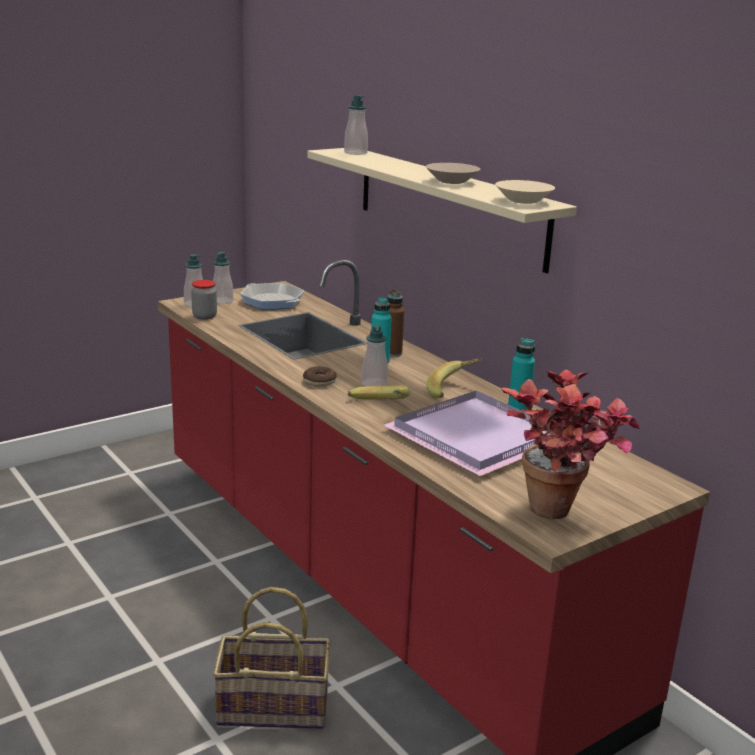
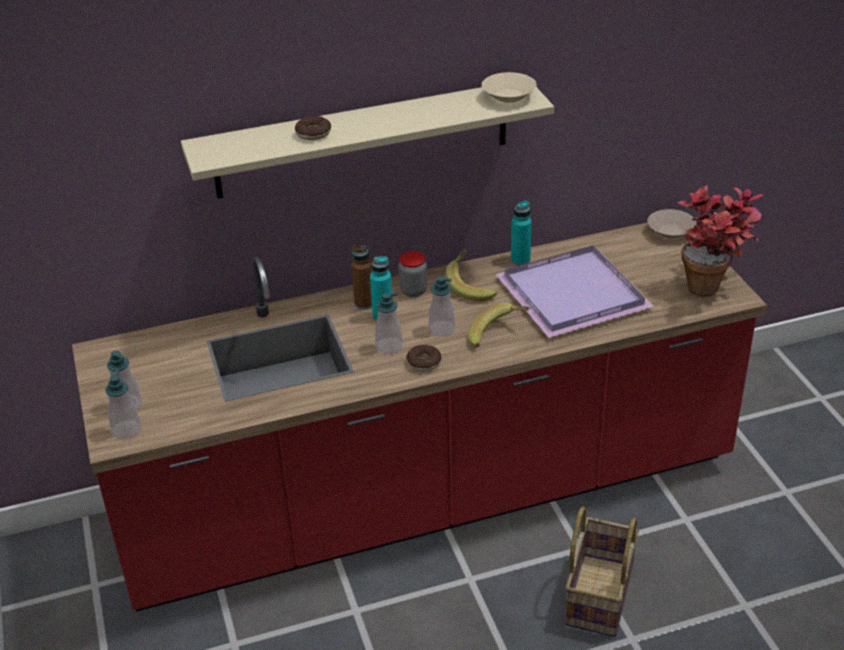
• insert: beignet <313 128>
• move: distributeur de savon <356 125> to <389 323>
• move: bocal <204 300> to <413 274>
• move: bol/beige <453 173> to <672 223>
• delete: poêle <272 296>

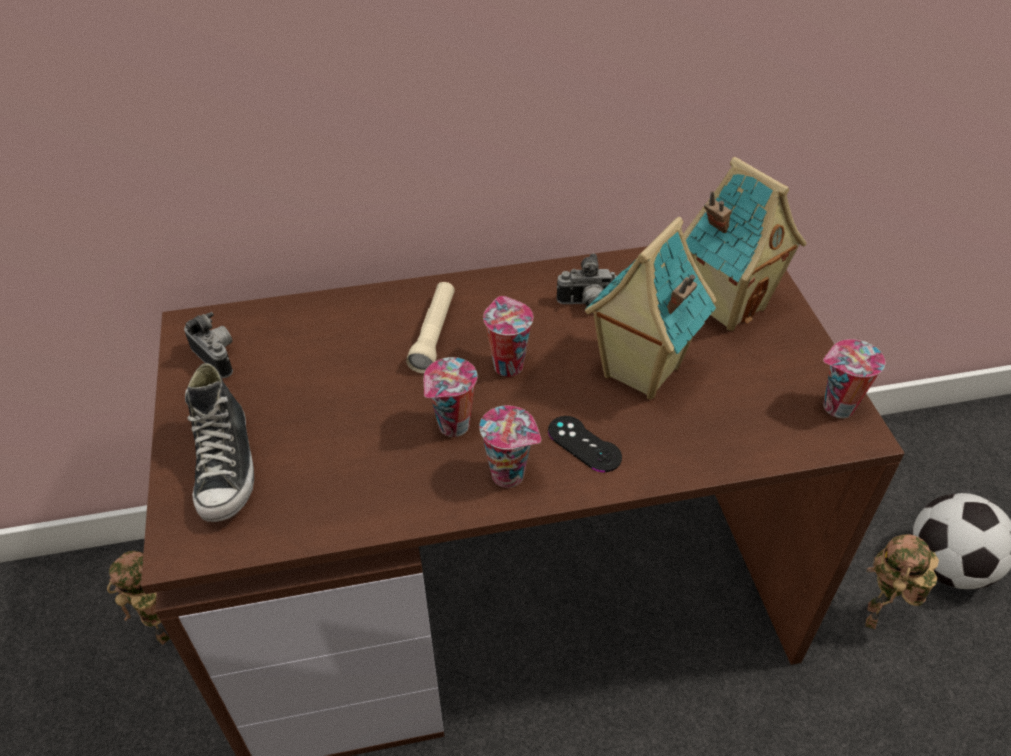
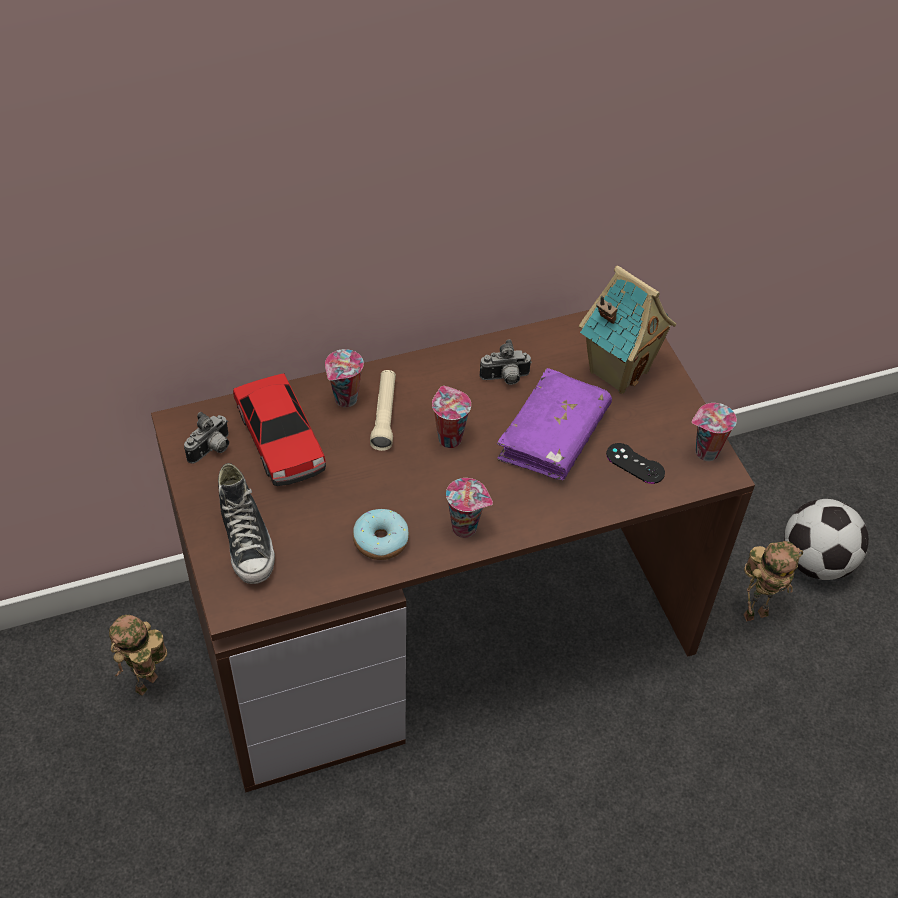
• rotate: appareil photo <208 345> = <206 438> 90 degrees clockwise
• insert: petite voiture <279 429>
• move: tasse <450 397> to <344 378>
• insert: beignet <381 534>
• replace: maison miniature <651 308> to livre/violet <554 424>
• move: manette/noir <585 444> to <635 463>
• rotate: robot jouet <902 581> = <773 581> 120 degrees counterclockwise

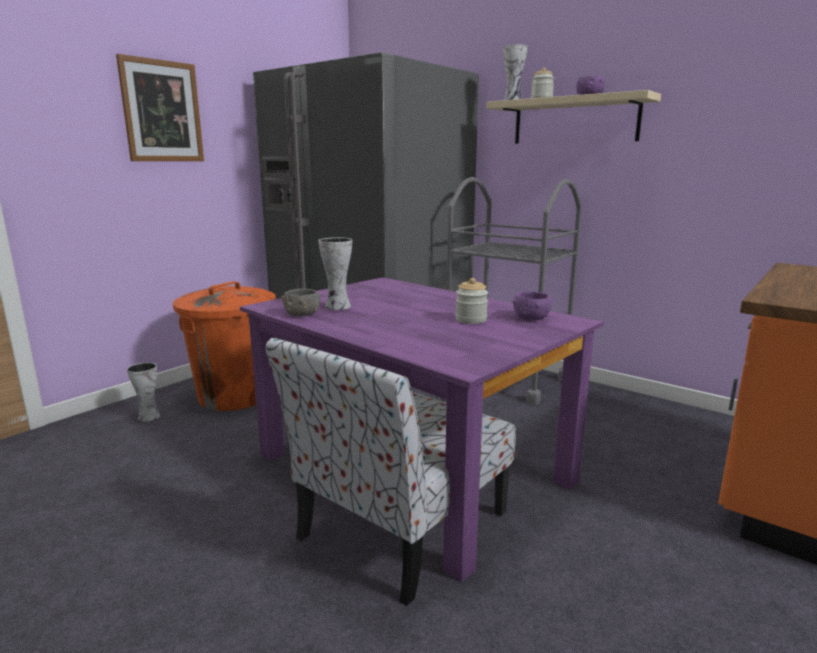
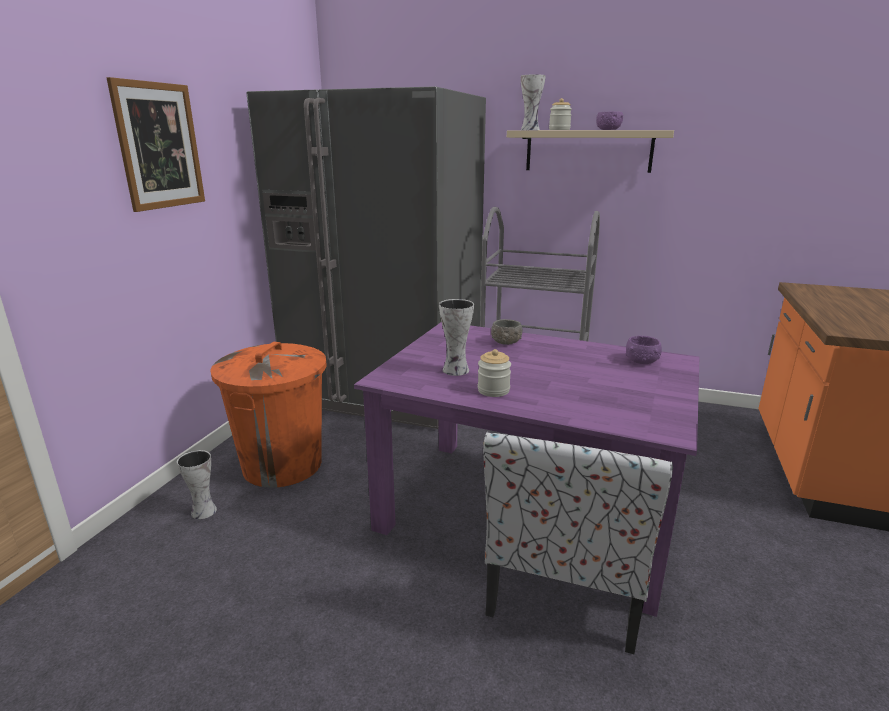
• move: bocal <471 301> to <494 373>
• move: bol/gris <301 302> to <506 332>

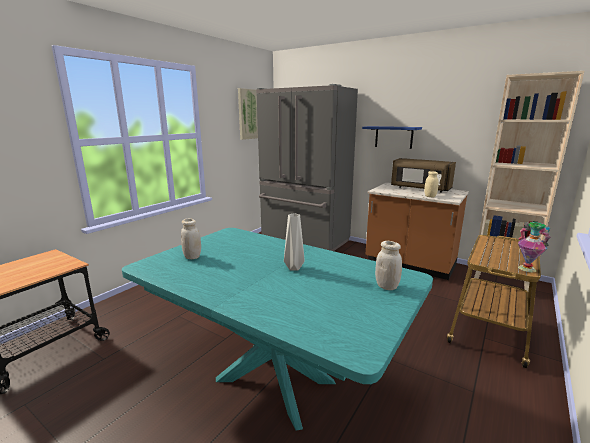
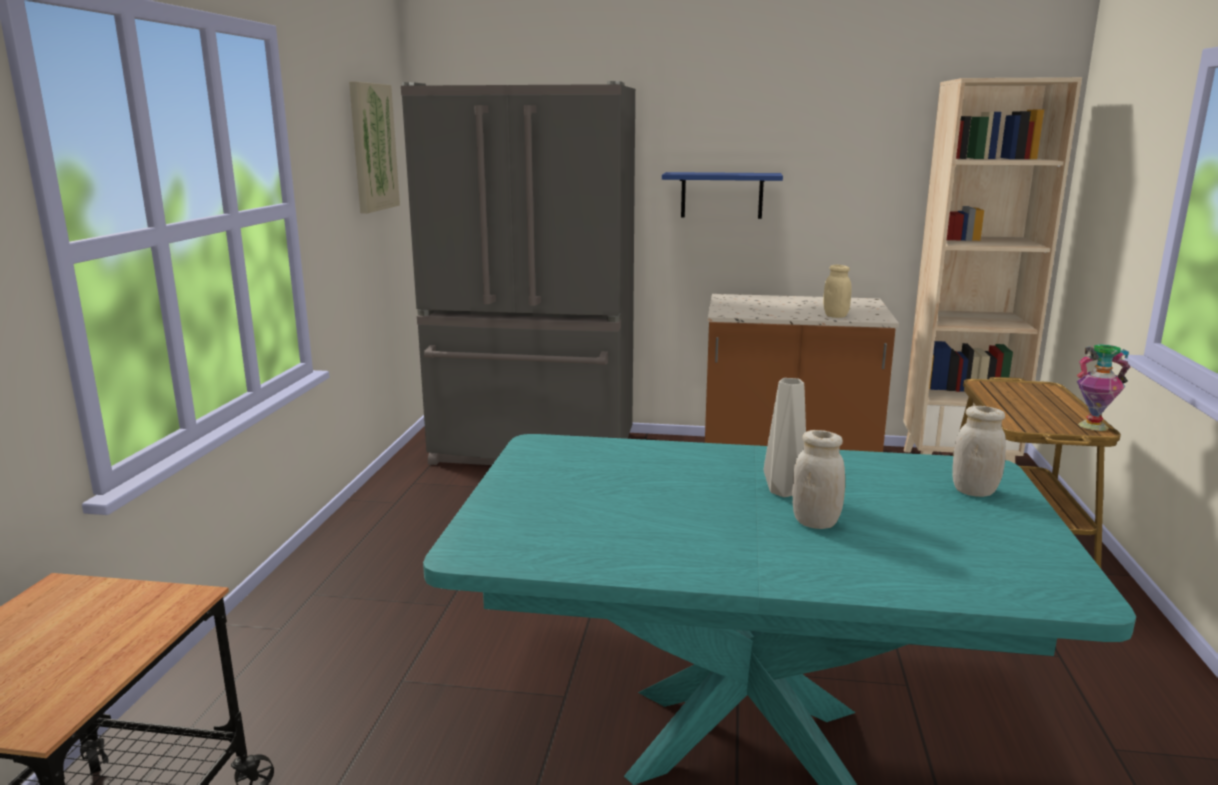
• move: bocal/blanc <191 239> to <818 479>
• delete: micro-ondes/marron <423 175>

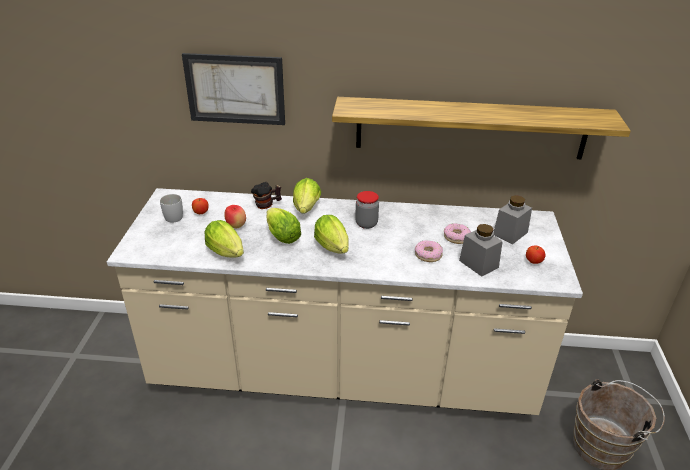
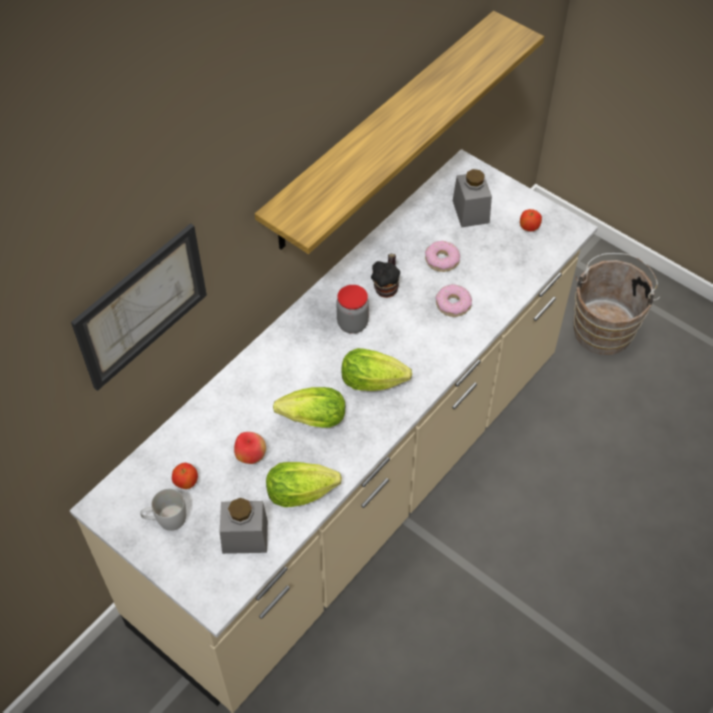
• move: bocal/gris <481 250> to <244 526>
• move: mug <266 195> to <385 276>
• delete: laitue <307 195>

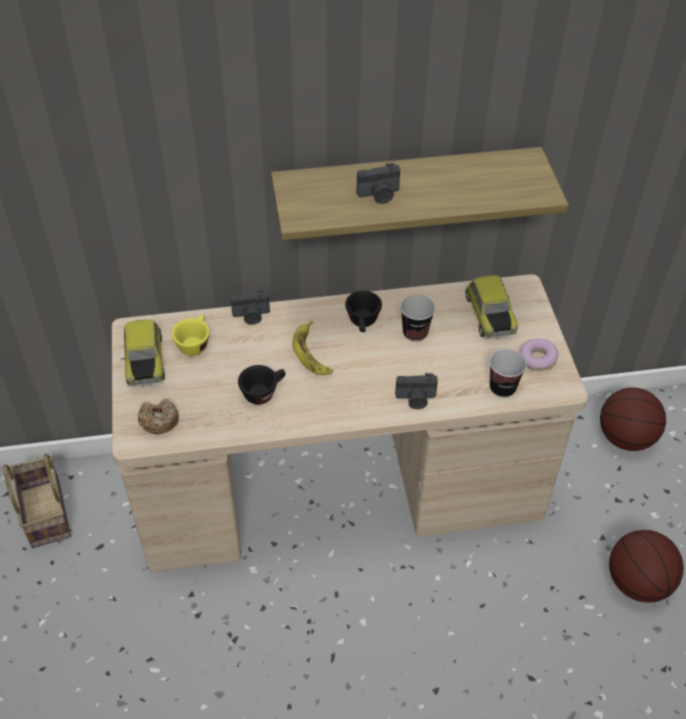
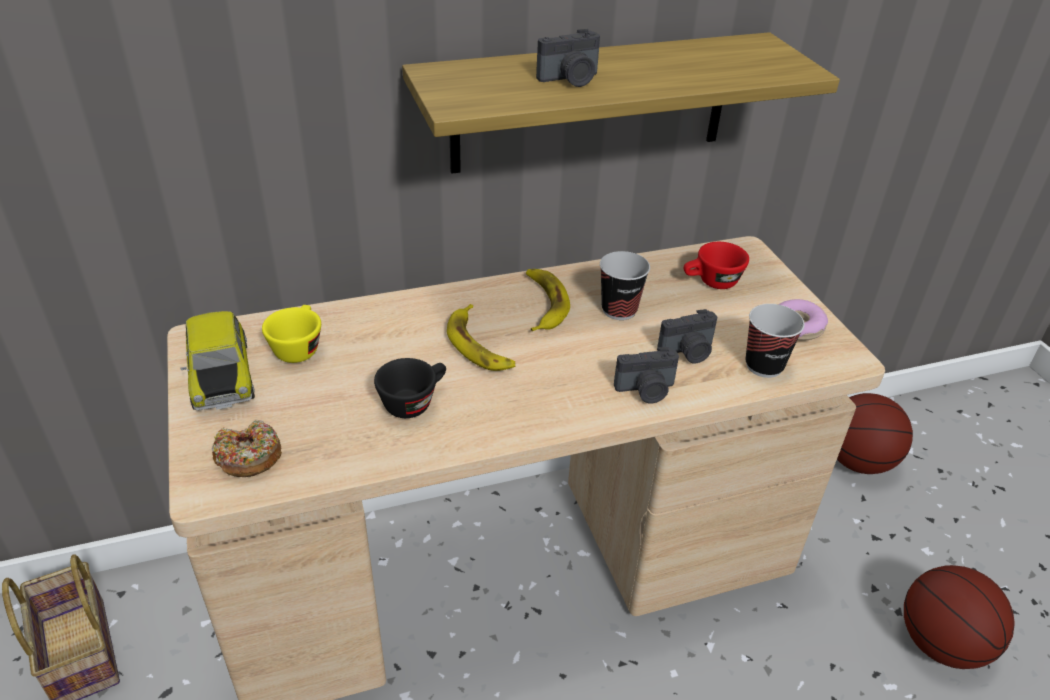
• replace: tasse/noir <363 311> to banane <548 300>
• move: appareil photo <250 307> to <687 336>
• replace: petite voiture <491 307> to tasse/rouge <716 265>

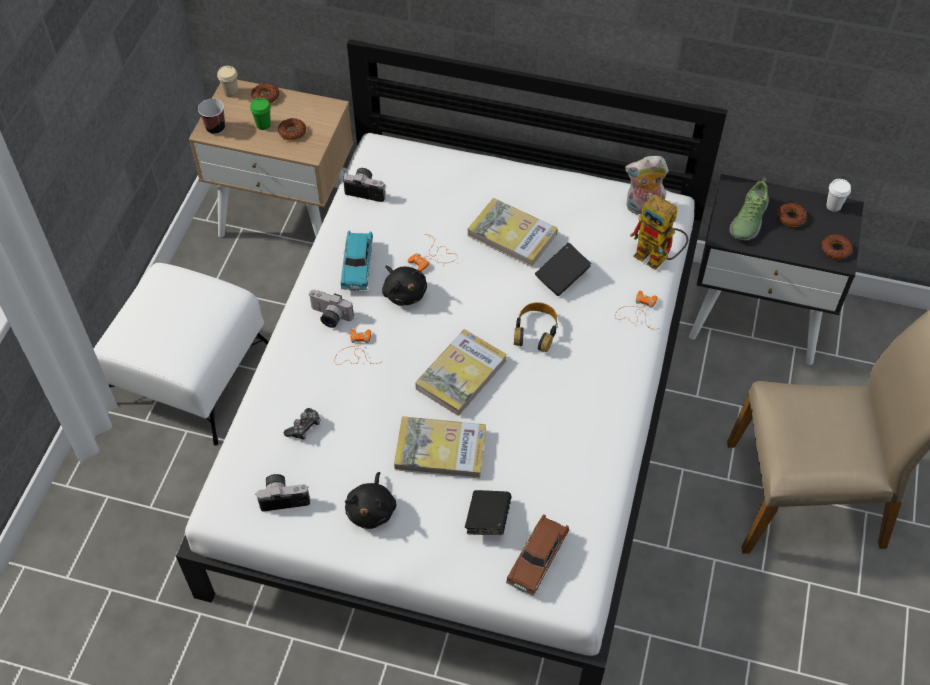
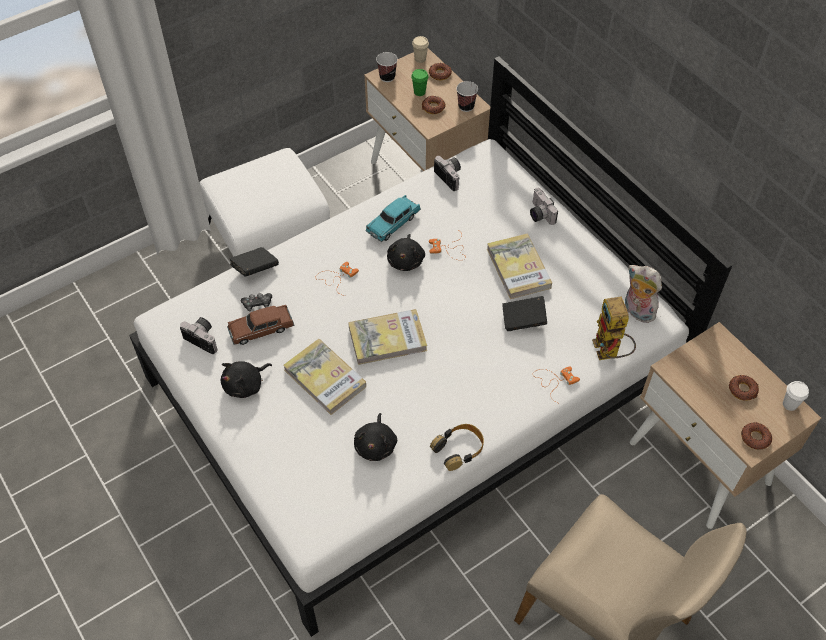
• move: petite voiture/marron <537 555> to <260 325>
• move: livre/noir <488 512> to <254 262>
• insert: peluche/noir <375 437>
• move: casque audio <536 327> to <457 447>
• insert: tasse <467 96>
• move: appareil photo <331 309> to <544 206>
• recolor: table de chevet/noir <776 269> to table de chevet/beige <725 425>
• delete: chaussure <749 209>

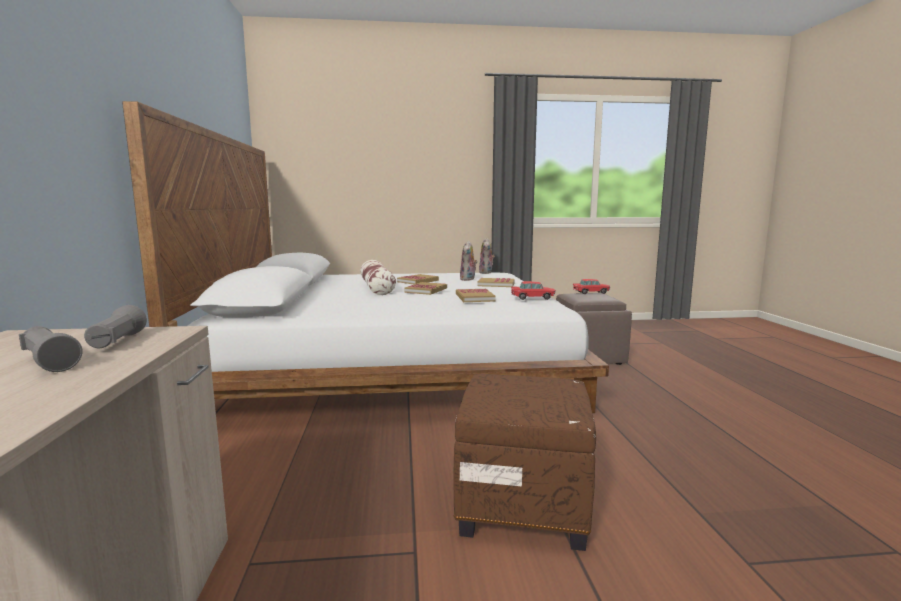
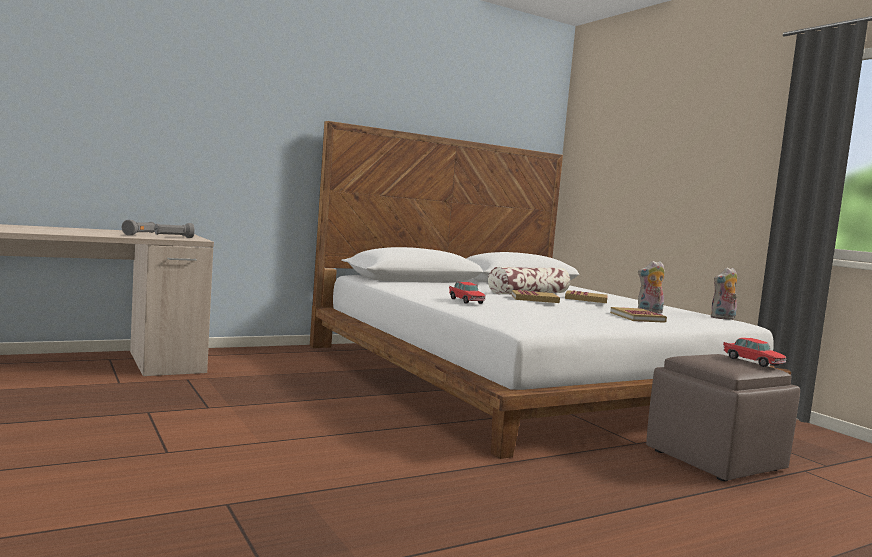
• move: petite voiture <533 290> to <467 293>
• delete: pouf/marron <524 462>
• delete: livre <476 295>

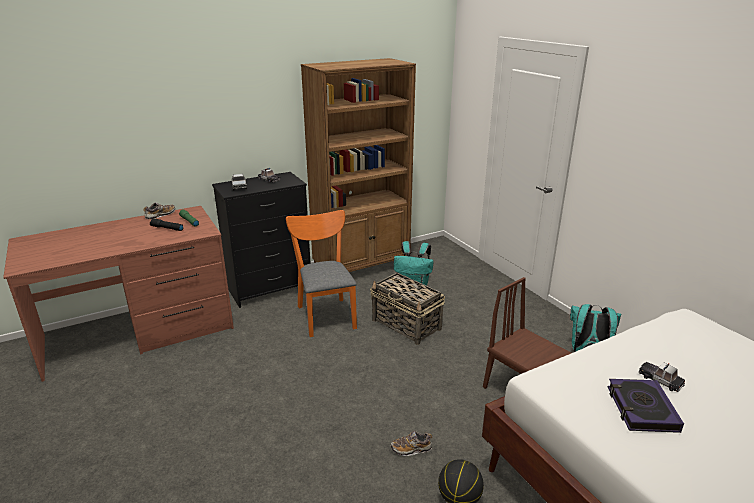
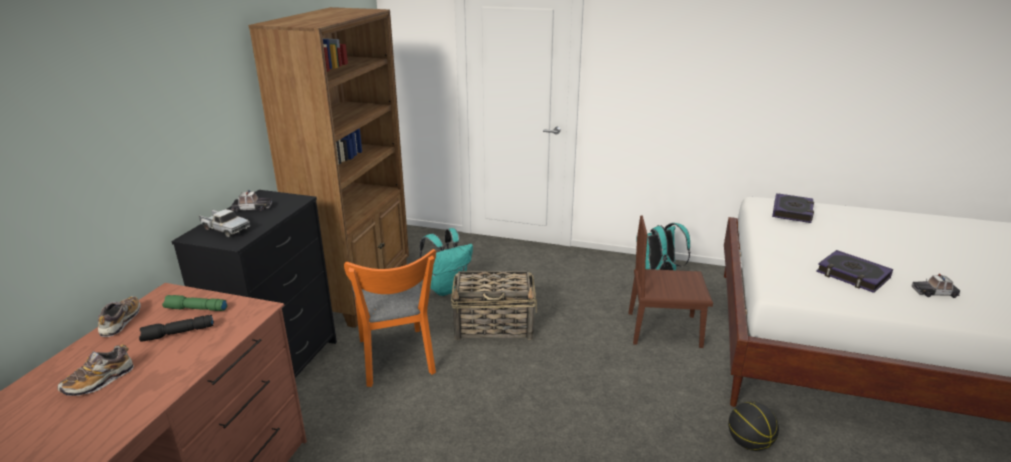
• move: chaussure <411 443> to <96 370>
• rotate: chaise/orange <321 273> = <390 318> 135 degrees counterclockwise
• insert: livre <793 208>
• move: petite voiture <662 377> to <936 286>

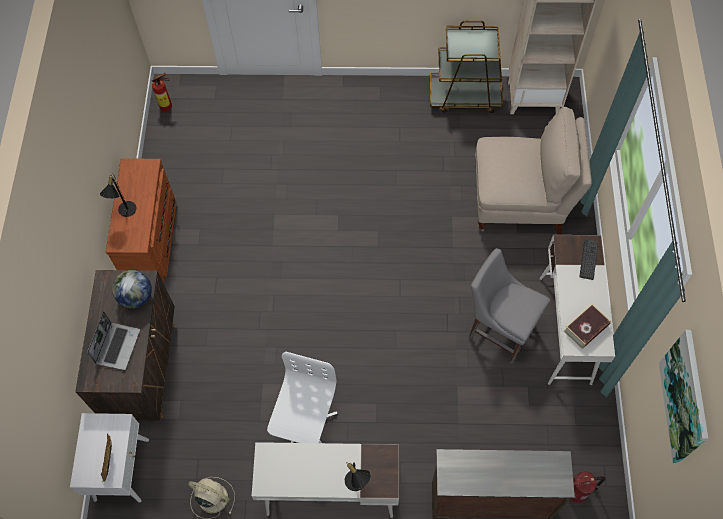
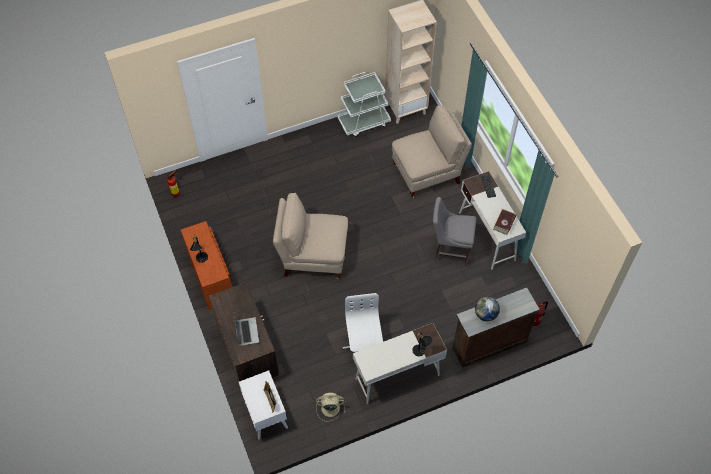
• insert: chaise/beige <310 236>
• recolor: chariot/marron <466 67> to chariot/blanc <364 104>
• move: globe <132 289> to <487 309>
• delete: tableau <683 397>

